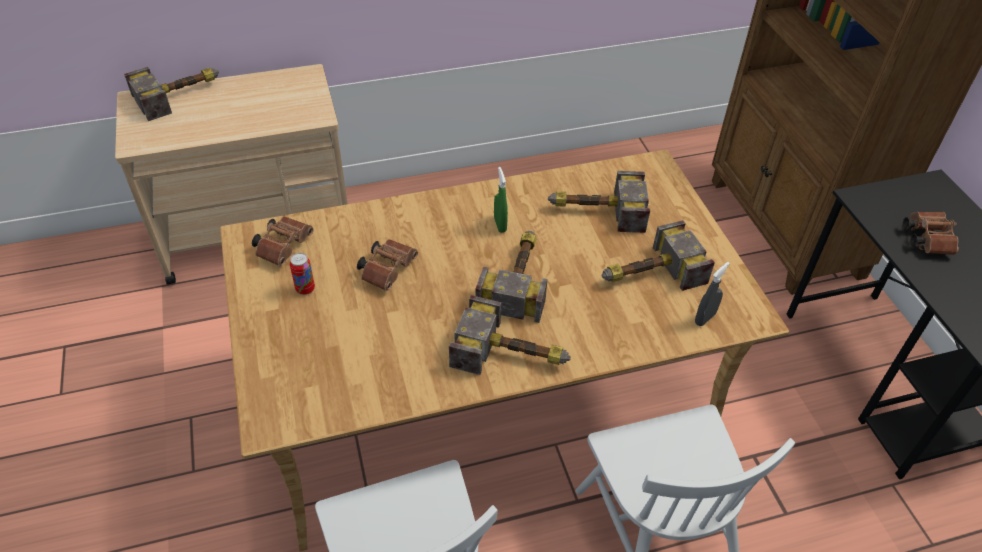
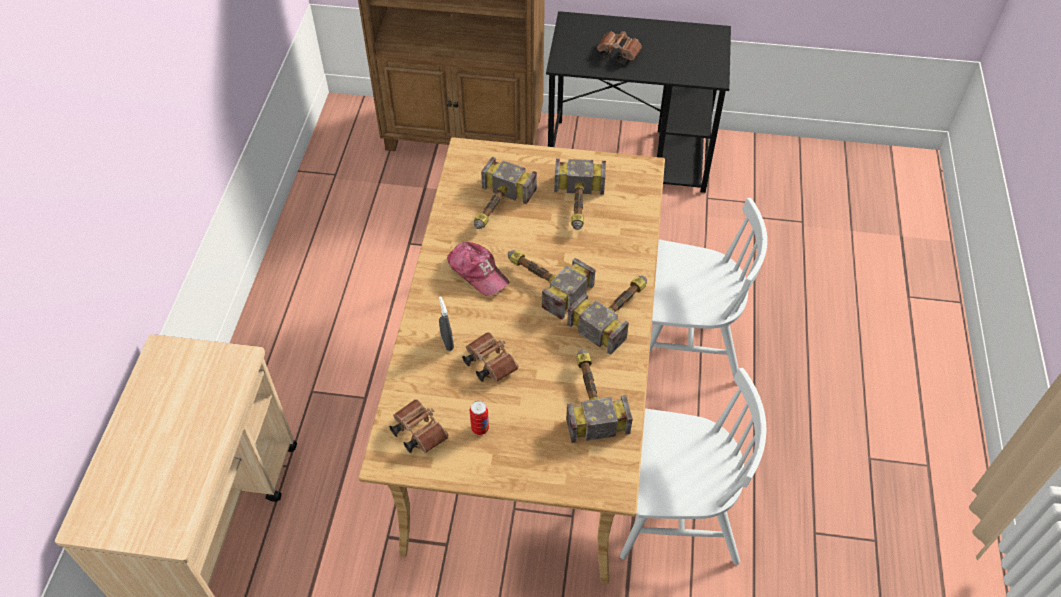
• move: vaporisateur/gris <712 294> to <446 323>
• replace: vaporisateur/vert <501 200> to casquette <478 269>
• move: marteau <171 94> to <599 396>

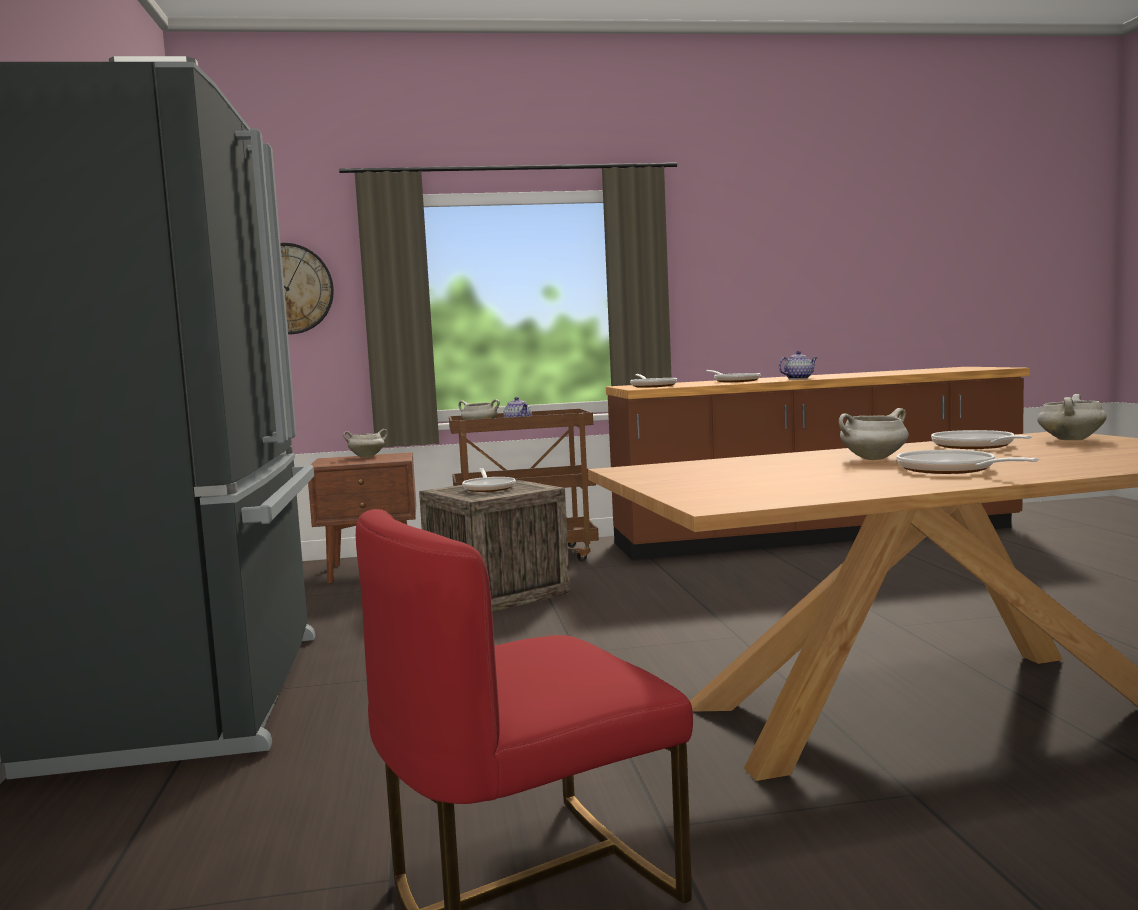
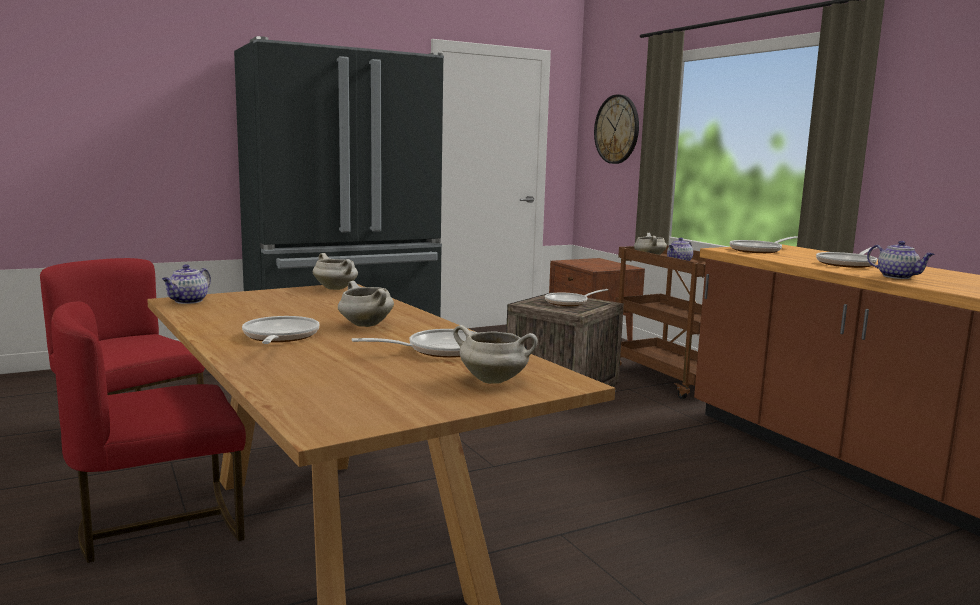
• insert: chaise/rouge <148 432>
• insert: théière <186 284>
• rotate: poêle <968 462> = <280 330> 60 degrees counterclockwise
• move: marmite/blanc <365 443> to <335 271>

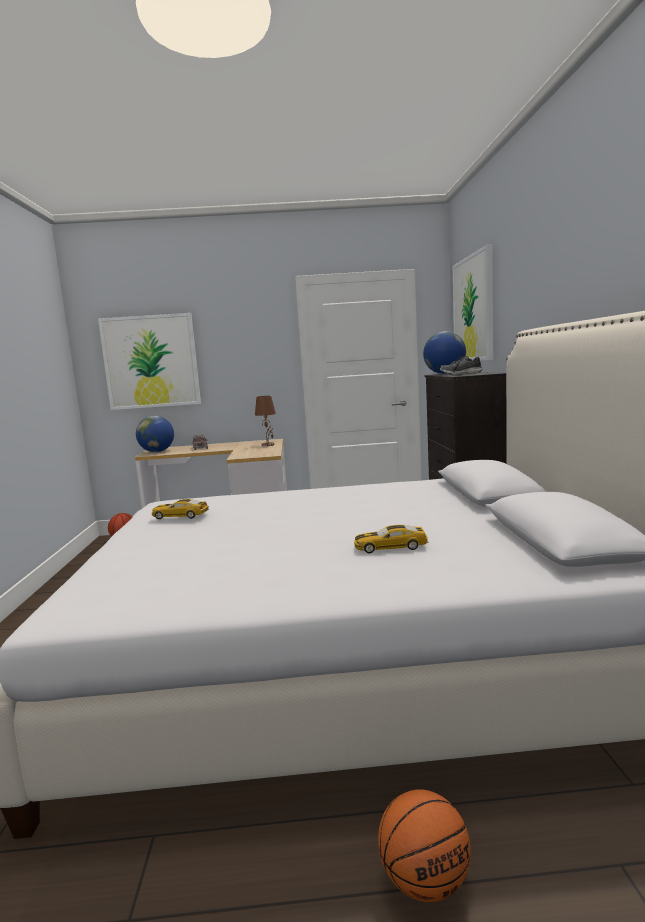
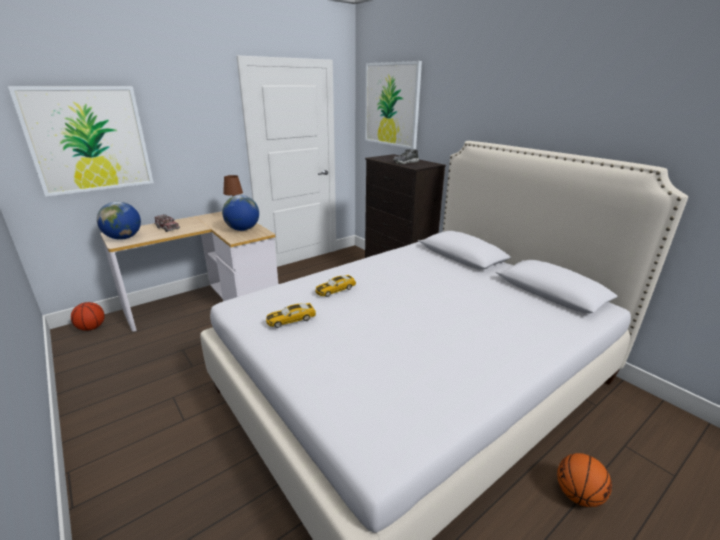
• move: globe <444 352> to <240 213>
• move: petite voiture <391 539> to <336 286>

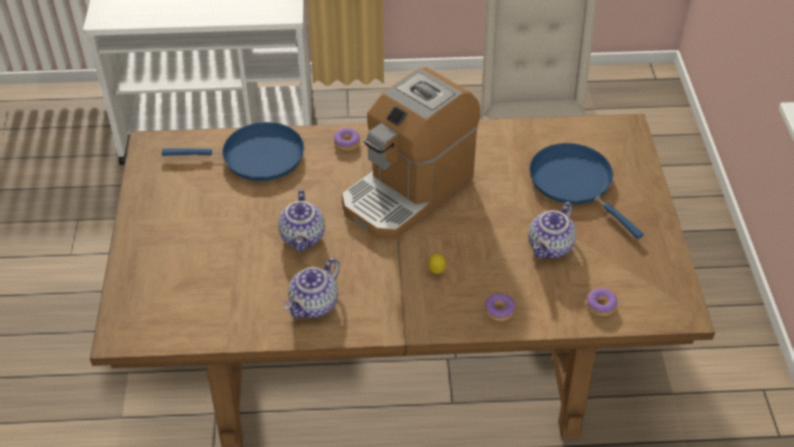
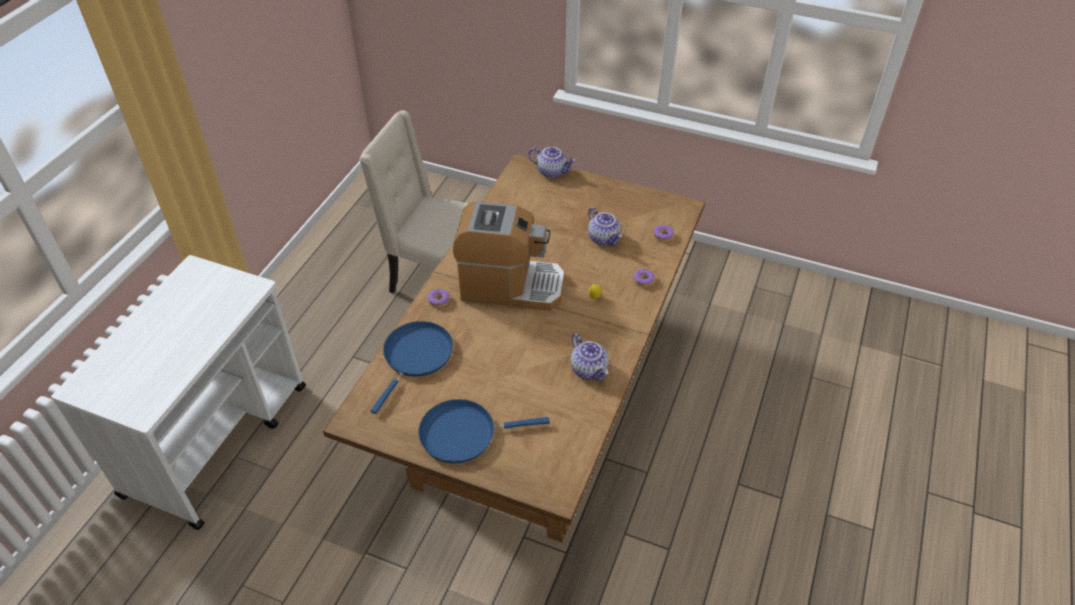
• move: poêle/bleu <586 191> to <484 431>
• rotate: machine à café <411 153> = <509 256> 60 degrees counterclockwise
• move: théière <301 220> to <552 162>

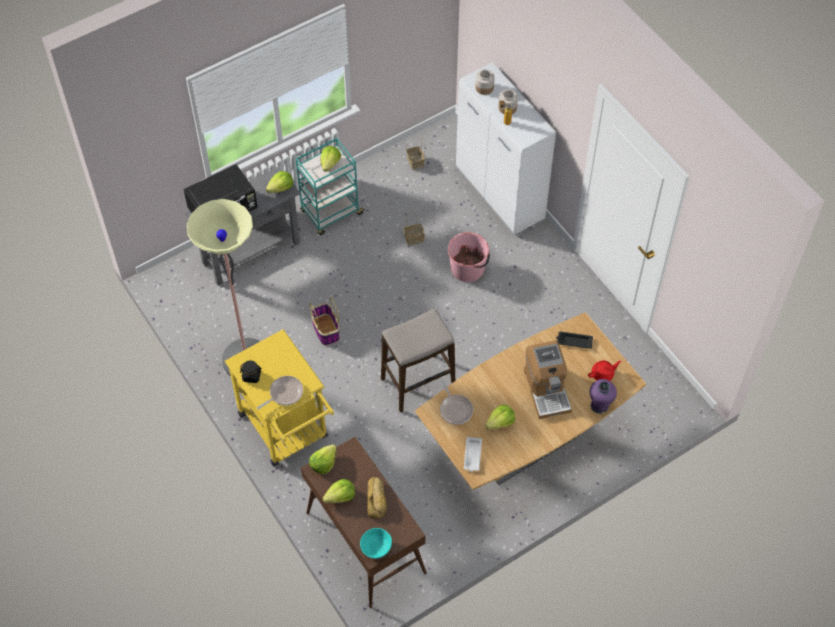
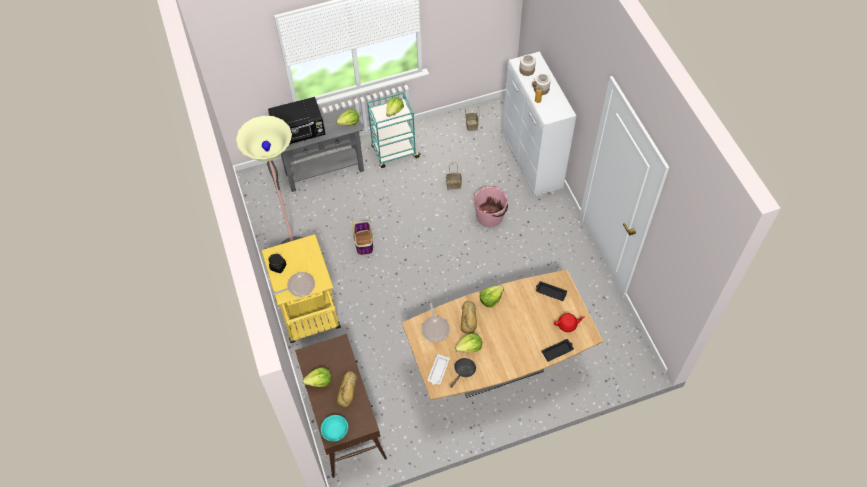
• insert: poêle/noir <463 373>
• insert: pain <469 317>
• move: laitue <323 459> to <492 297>
• replace: vase/violet <603 396> to plateau/noir <557 350>
• delete: tabouret <418 361>
• delete: machine à café <548 379>

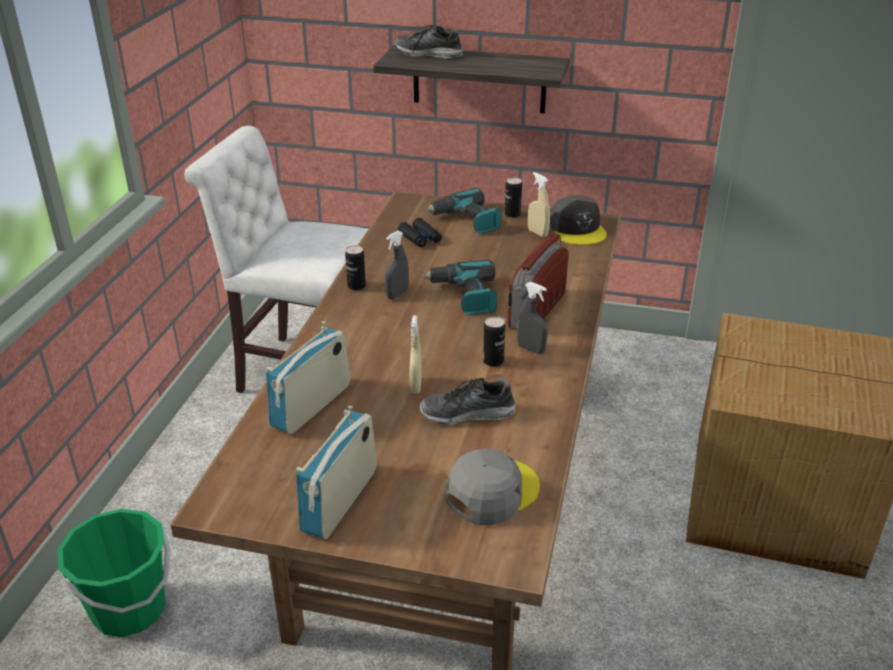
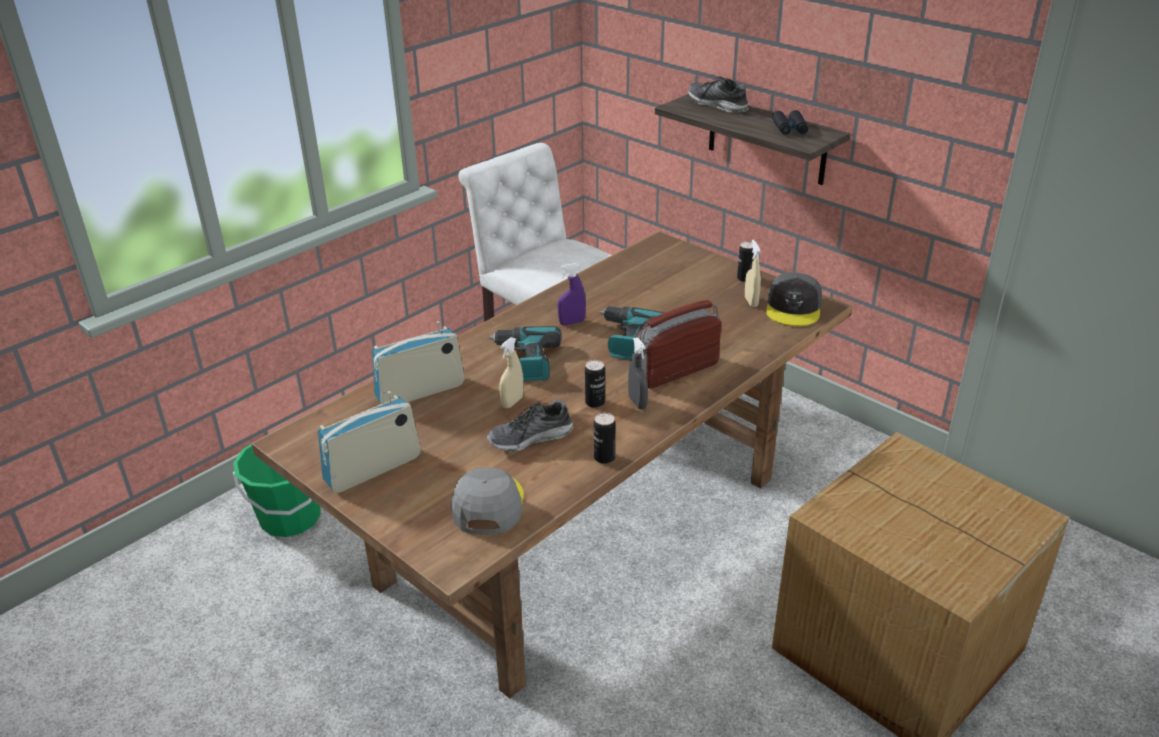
• rotate: casquette/gris <492 486> = <487 501> 75 degrees counterclockwise
• move: perceuse <463 211> to <524 353>
• rotate: chaussure <467 401> = <530 425> 45 degrees counterclockwise
• recolor: vaporisateur/gris <397 265> to vaporisateur/violet <572 294>
• move: boîte métallique <355 268> to <604 438>
• move: jumelles/noir <420 232> to <790 122>

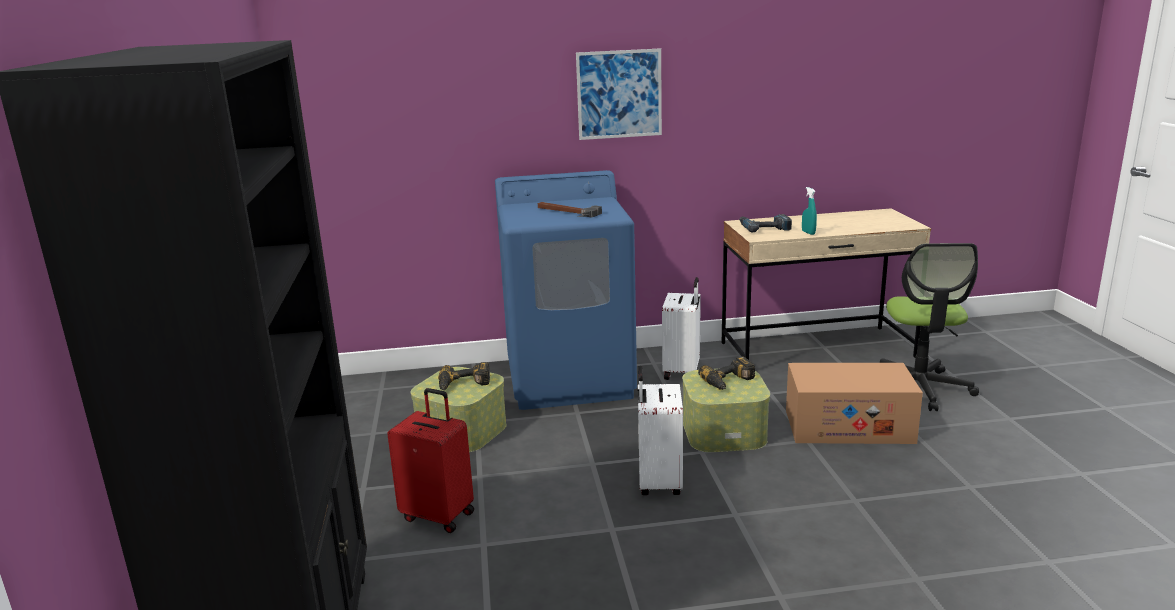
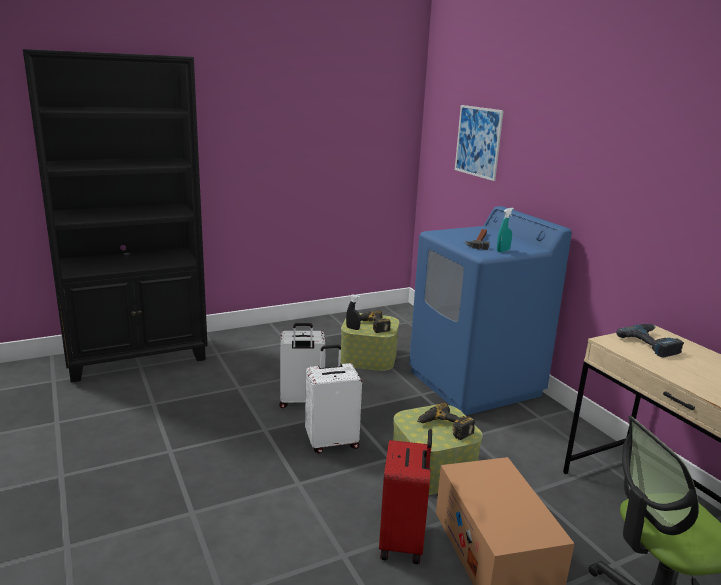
• move: valise/blanc <681 328> to <302 365>
• insert: vaporisateur/noir <353 312>
• move: valise/rouge <430 460> to <405 496>
• move: tableau <619 94> to <479 143>
• move: vaporisateur/turquoise <809 211> to <505 230>

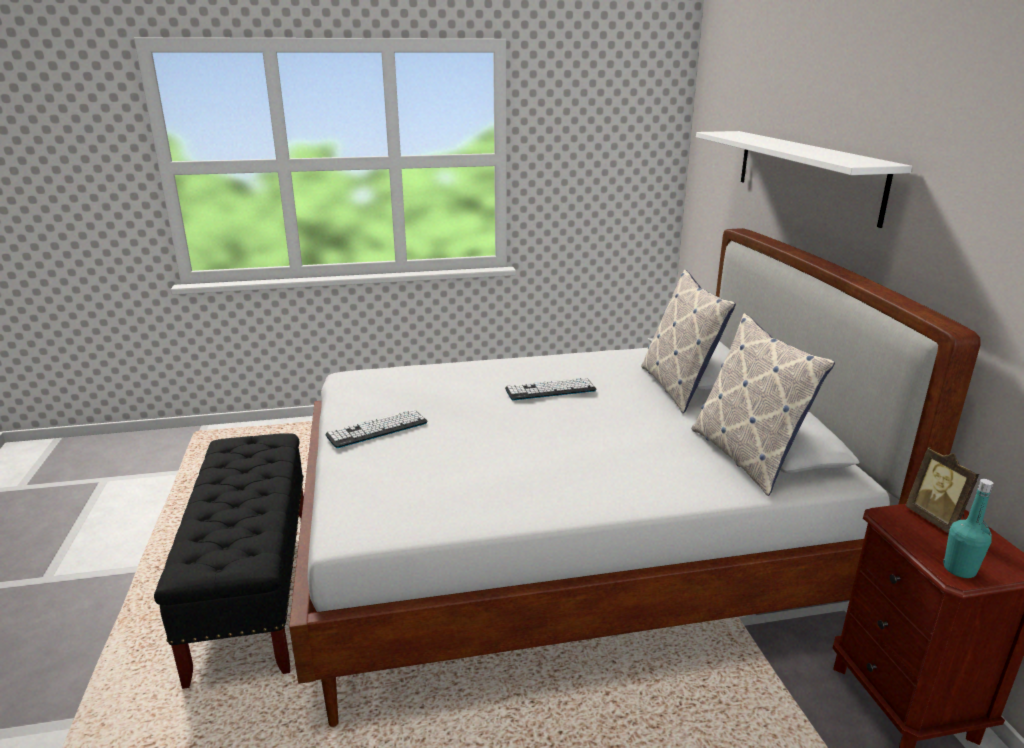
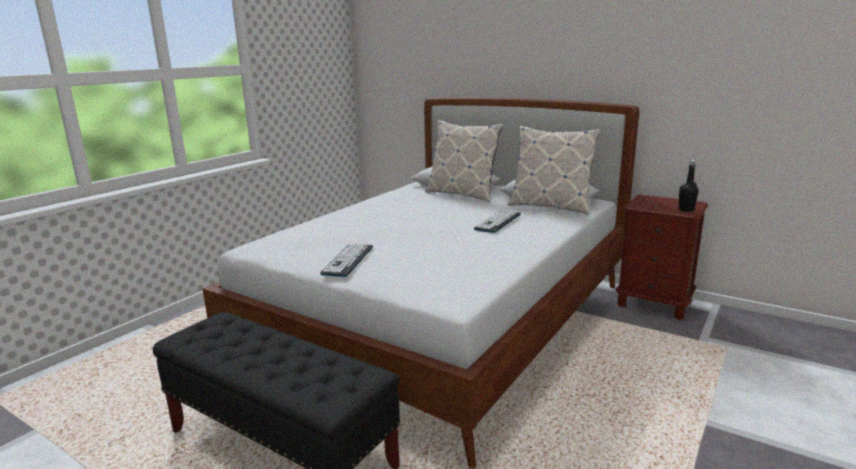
• move: clavier <550 389> to <497 221>
• recolor: bouteille/turquoise <968 528> to bouteille/noir <689 186>
• delete: étagère/blanc <804 179>
• delete: cadre photo <942 490>

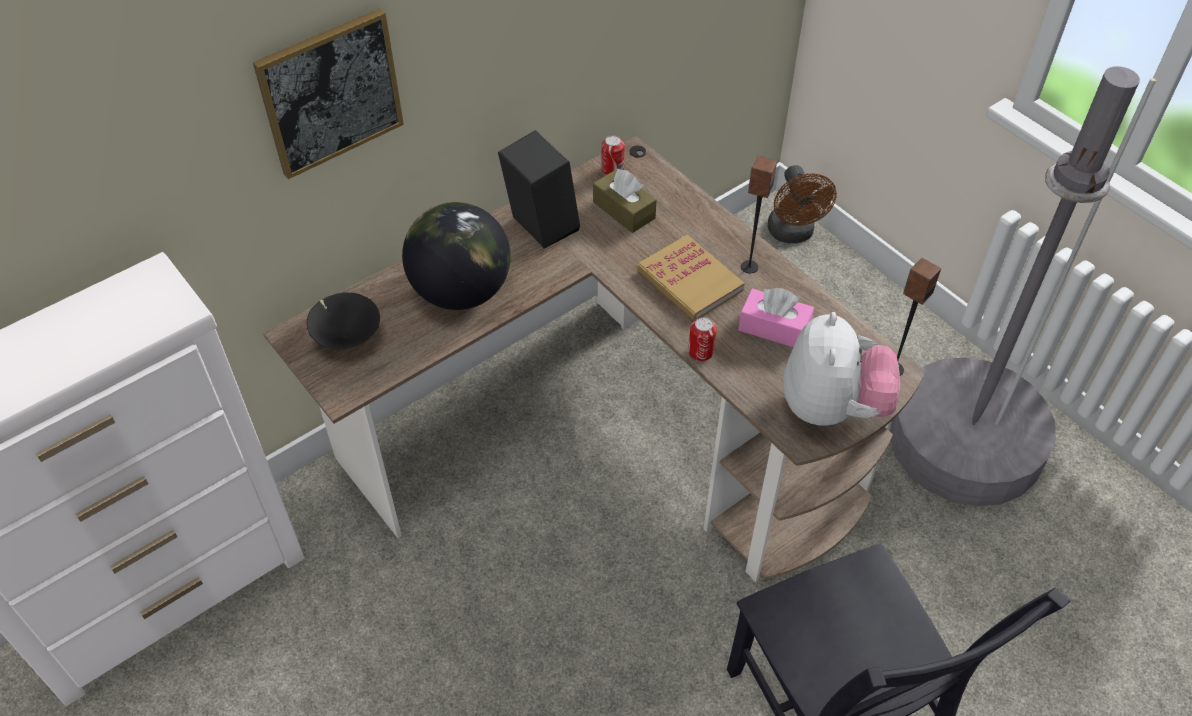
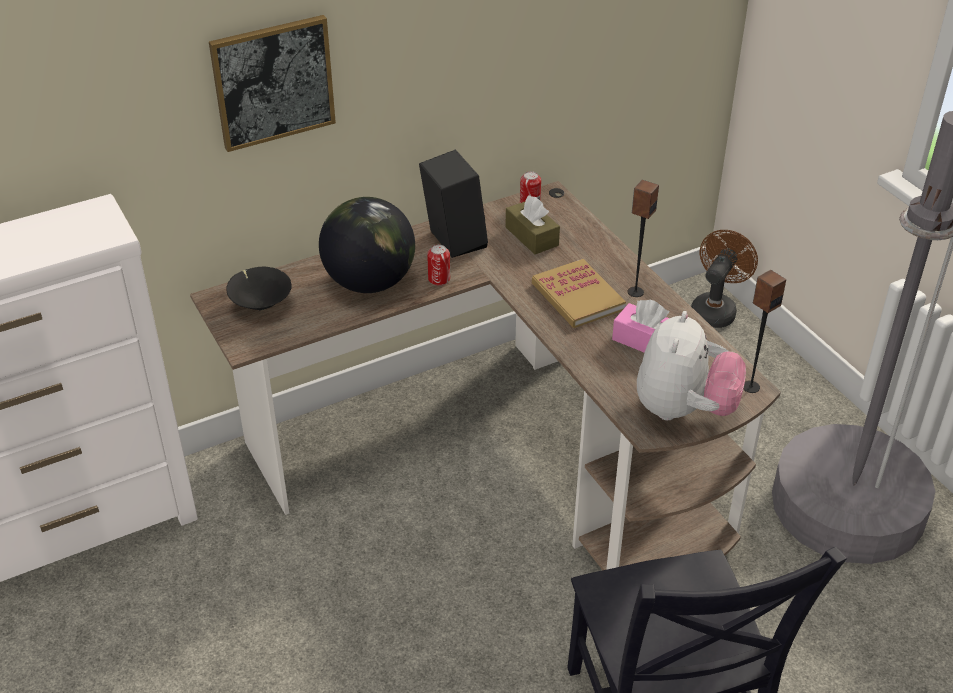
• move: boîte métallique <702 339> to <438 265>
• rotate: ventilateur/marron <802 204> = <724 279> 150 degrees counterclockwise

